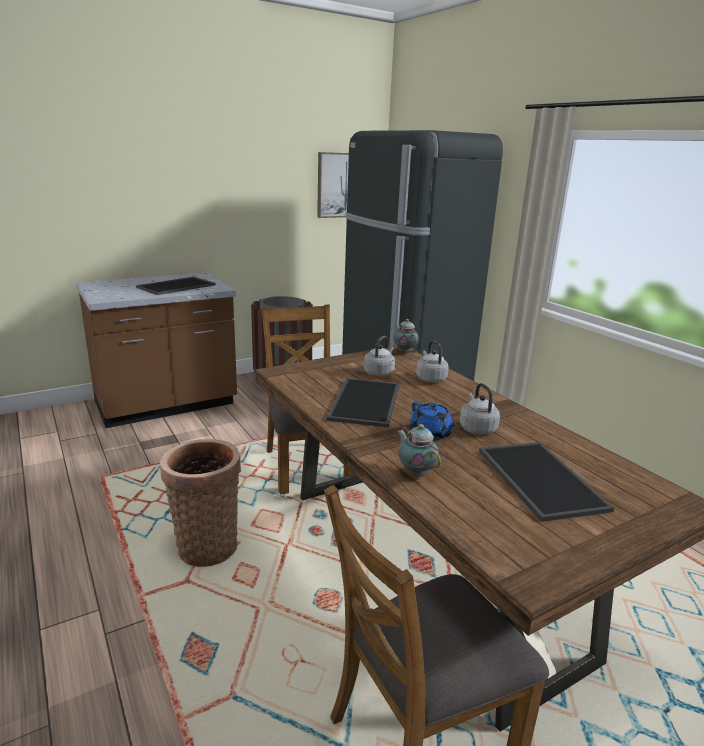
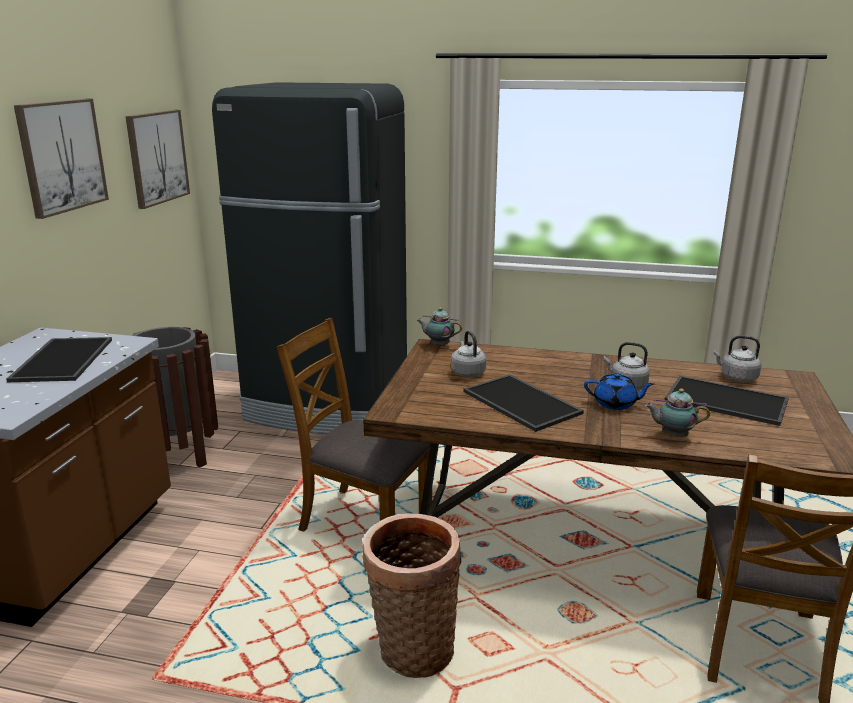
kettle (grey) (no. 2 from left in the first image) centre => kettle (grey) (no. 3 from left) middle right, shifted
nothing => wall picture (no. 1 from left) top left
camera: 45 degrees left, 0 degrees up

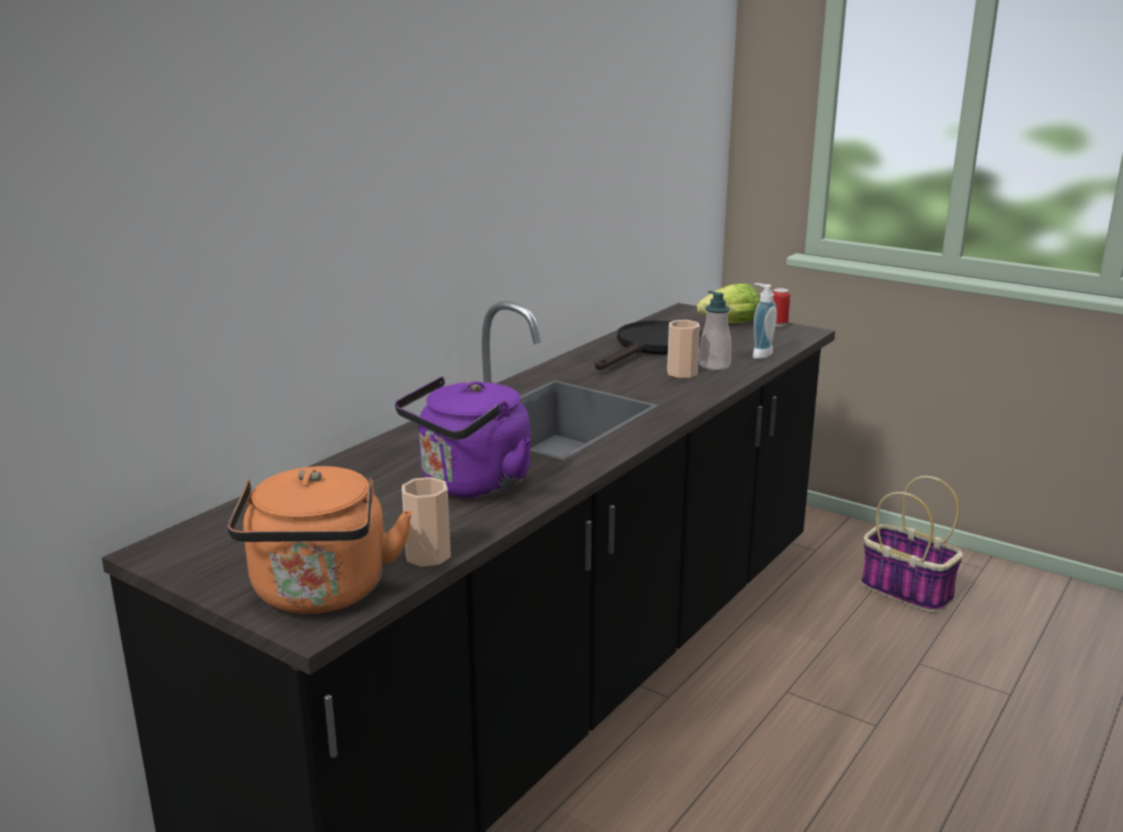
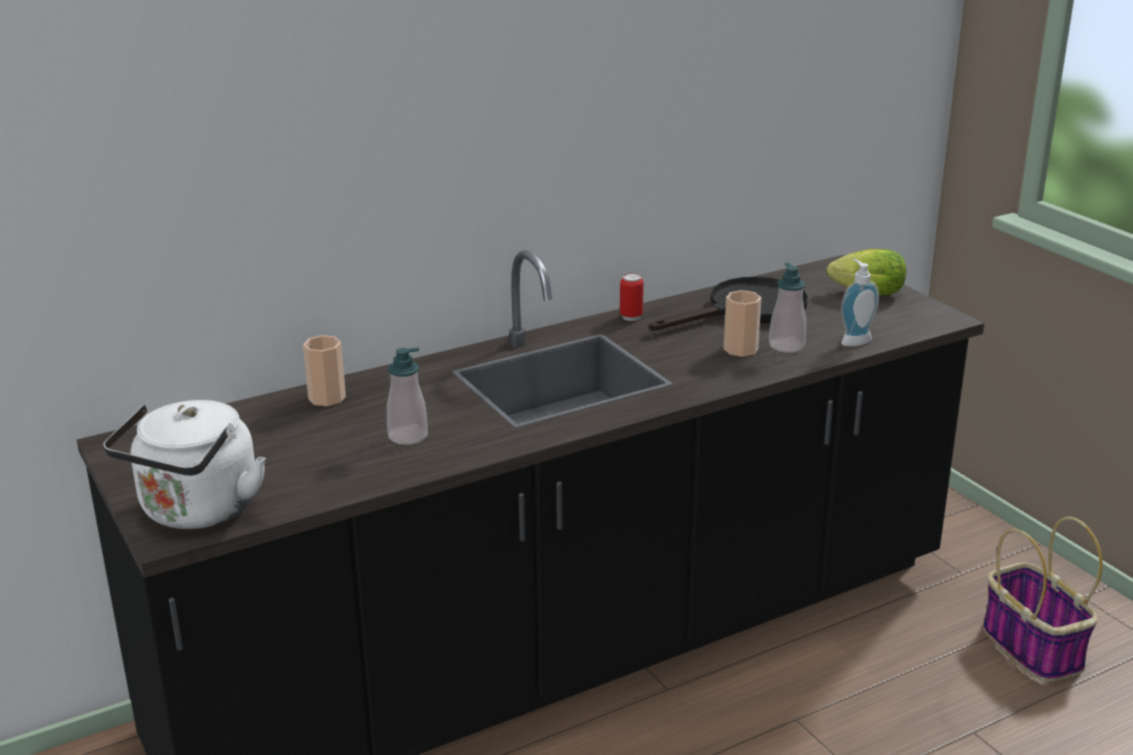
kettle (orange) middle left => kettle (whitish) middle left
kettle (purple) centre => soap bottle (no. 1 from left) centre
cup (no. 1 from left) centre => cup (no. 1 from left) middle left, shifted
sealed can middle right => sealed can centre, shifted
camera: 25 degrees right, 5 degrees up

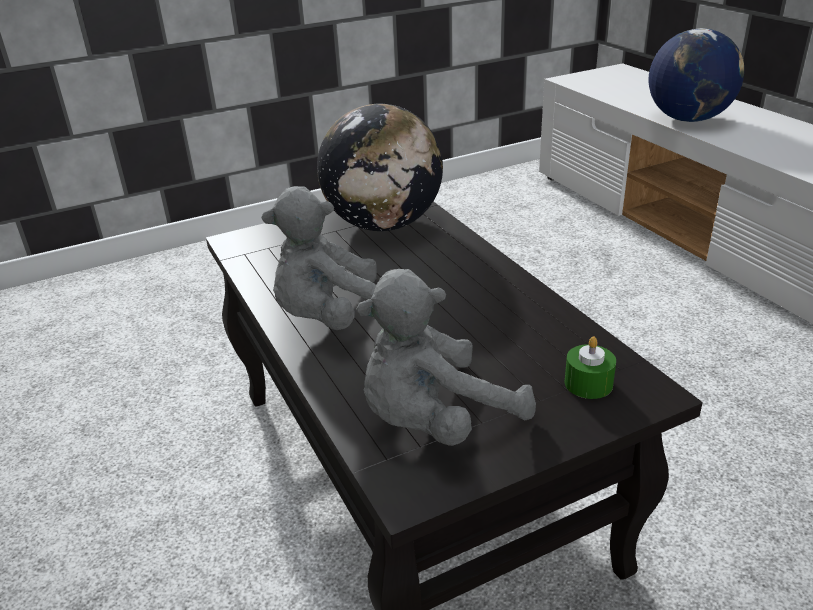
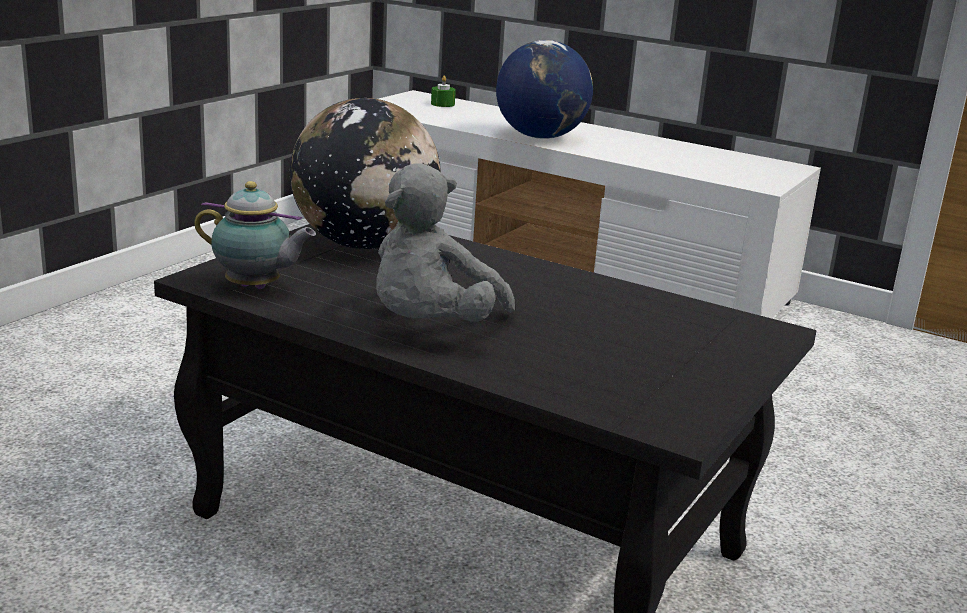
cuddly toy (grey) (no. 2 from left) centre => nothing
wax candle (greenish) middle right => wax candle (greenish) top centre, shifted
nothing => pot for tea middle left
camera: 35 degrees left, 10 degrees down

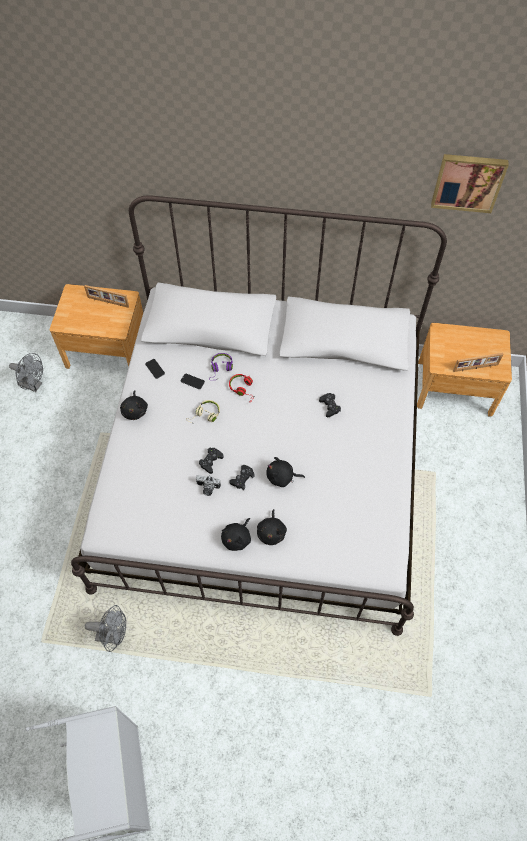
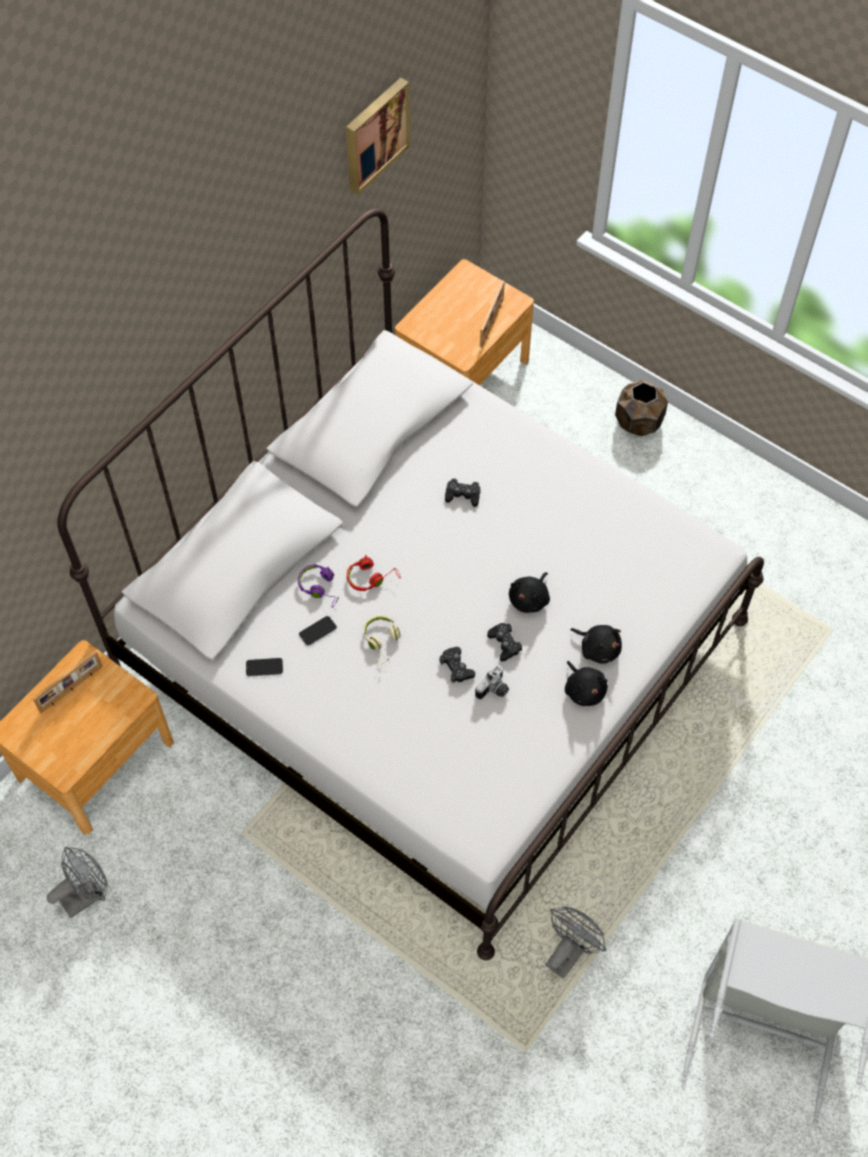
cuddly toy (black-coloured) (no. 1 from left) middle left => nothing
nothing => flower pot (brownish) middle right
camera: 60 degrees left, 0 degrees up

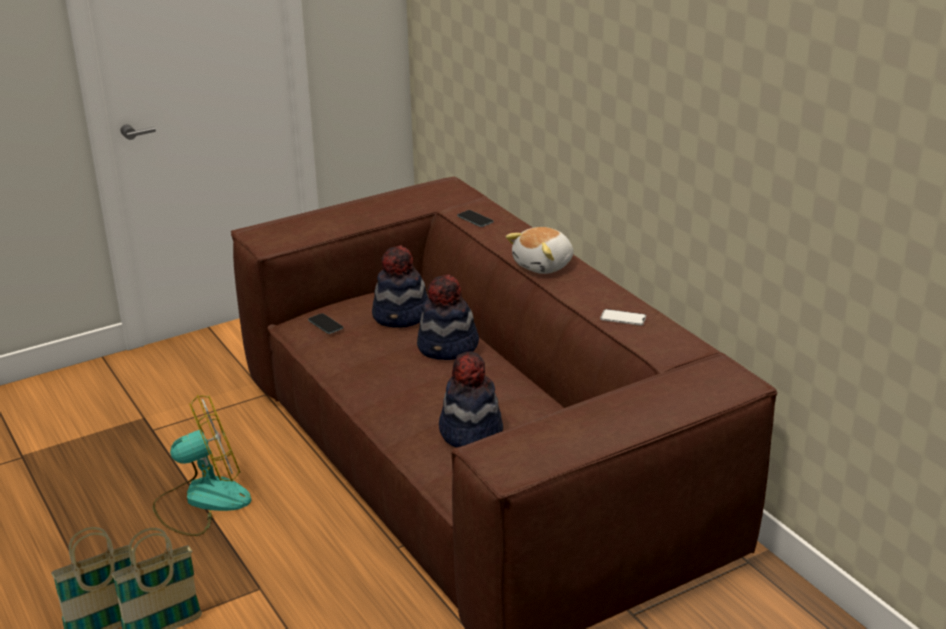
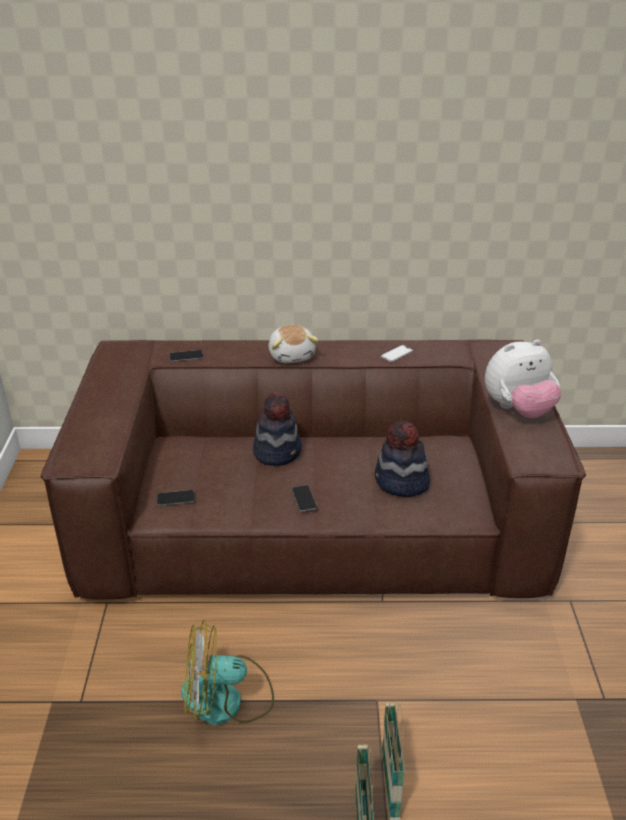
fan bottom left => fan bottom centre, 105 degrees counterclockwise
wearable hat (no. 1 from left) centre => nothing
nothing => telephone (no. 3 from left) centre
nothing => cuddly toy (no. 2 from left) middle right
camera: 60 degrees left, 5 degrees up

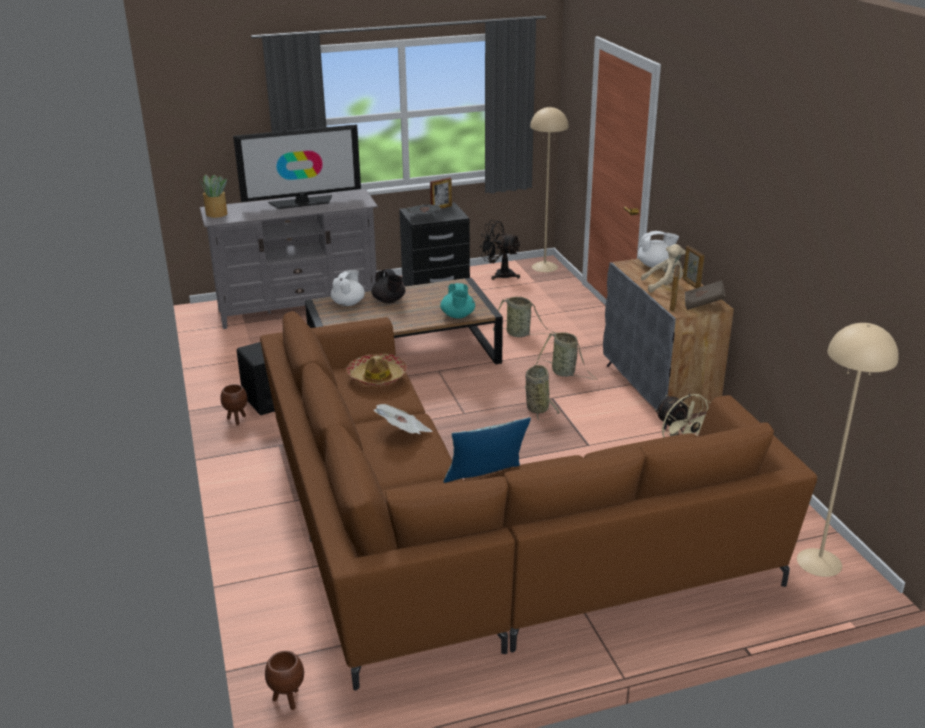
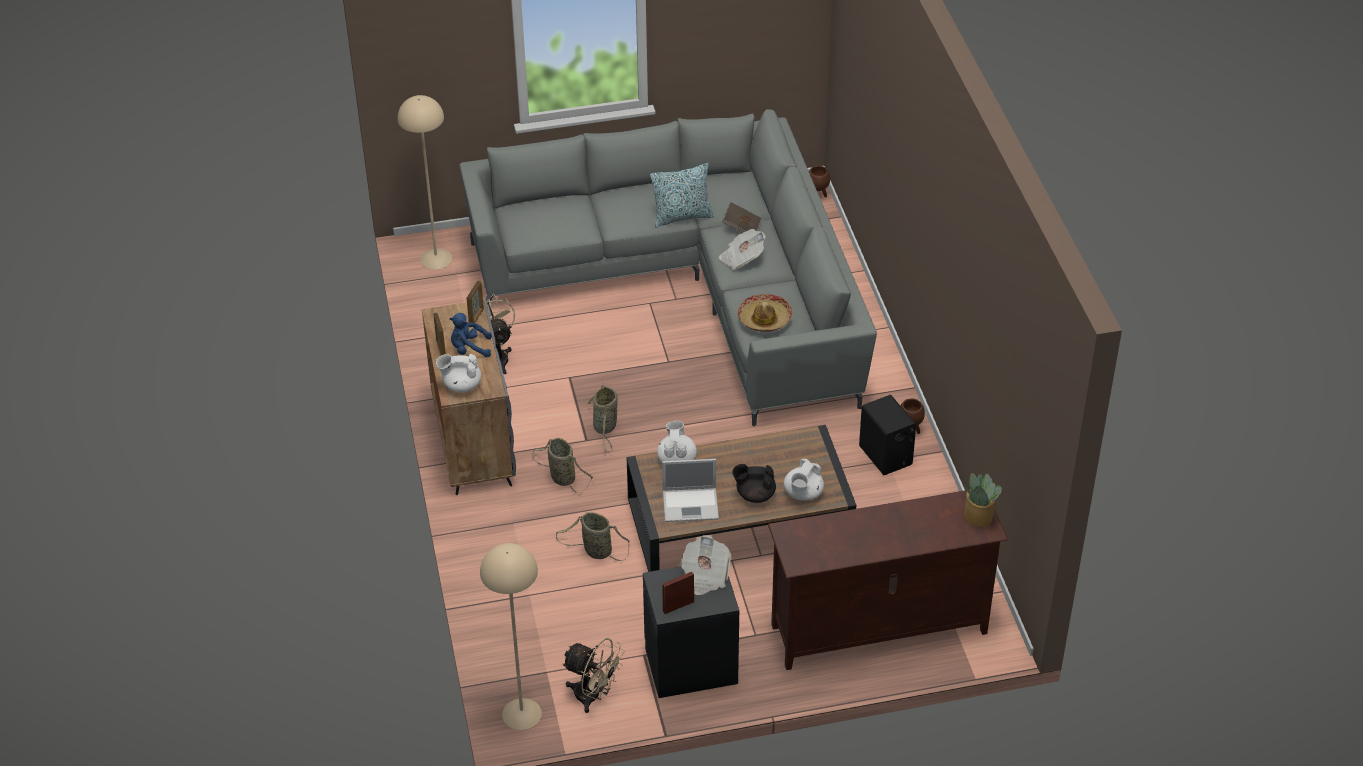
tv stand (grey) middle left => tv stand (brownish) bottom centre
TV set top left => nothing
settee (brownish) bottom centre => settee (grey) centre
pot for tea (black-coloured) centre, 60 degrees counterclockwise
pot for tea (turquoise) centre => pot for tea (whitish) (no. 2 from left) centre
fan (black-coloured) centre => fan (beige) (no. 2 from left) bottom centre
cuddly toy (beige) middle right => cuddly toy (blue-coloured) centre
volume (brownish) middle right => volume (brownish) top centre, shifted
nothing => portable computer centre
camera: 175 degrees left, 15 degrees up

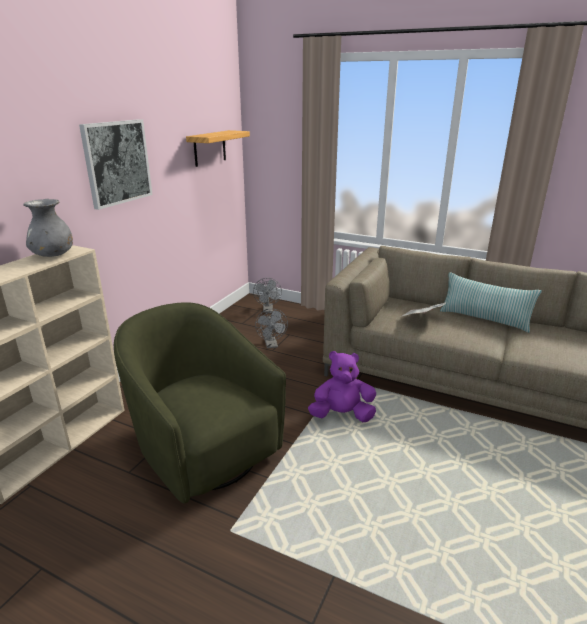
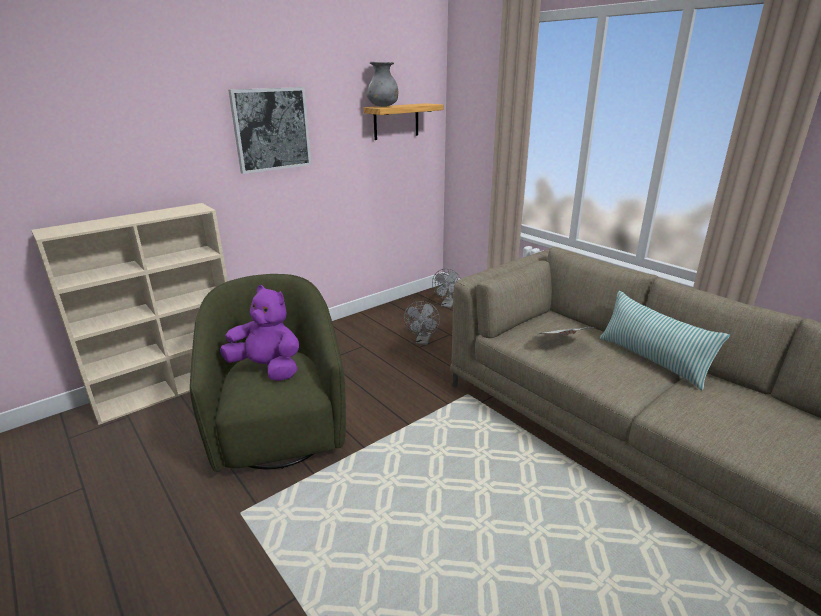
flower vase (grey) middle left => flower vase (grey) top centre, shifted
cuddly toy (purple) centre => cuddly toy (purple) middle left, shifted
camera: 25 degrees right, 0 degrees up

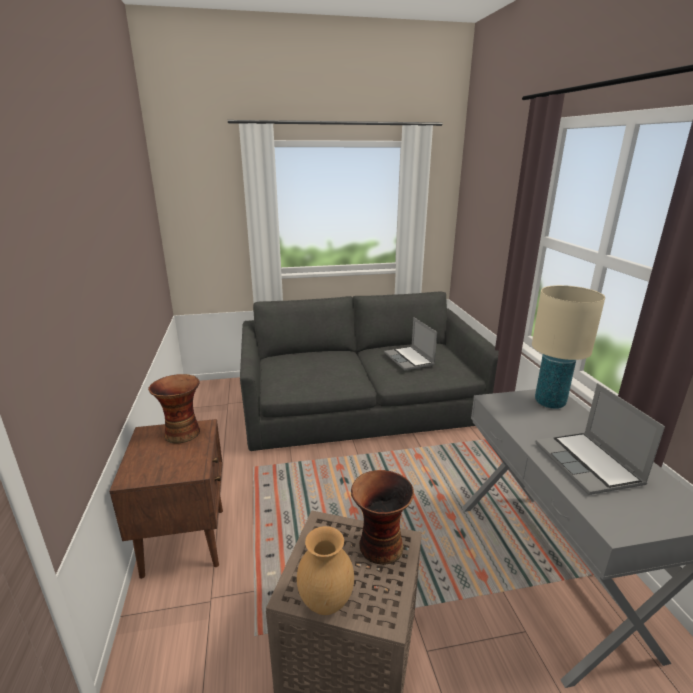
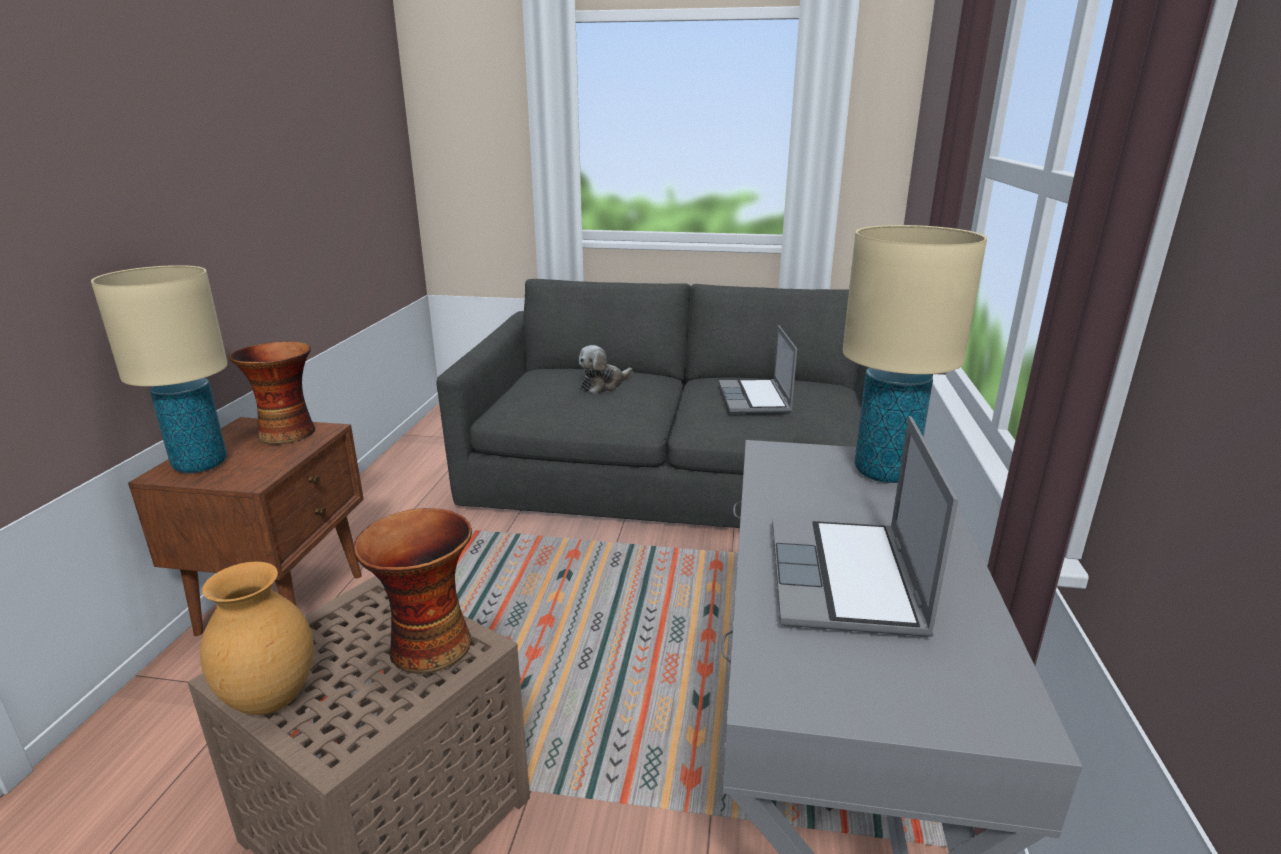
nothing => table lamp (beige) (no. 1 from left) middle left
nothing => cuddly toy centre
camera: 20 degrees right, 0 degrees up

